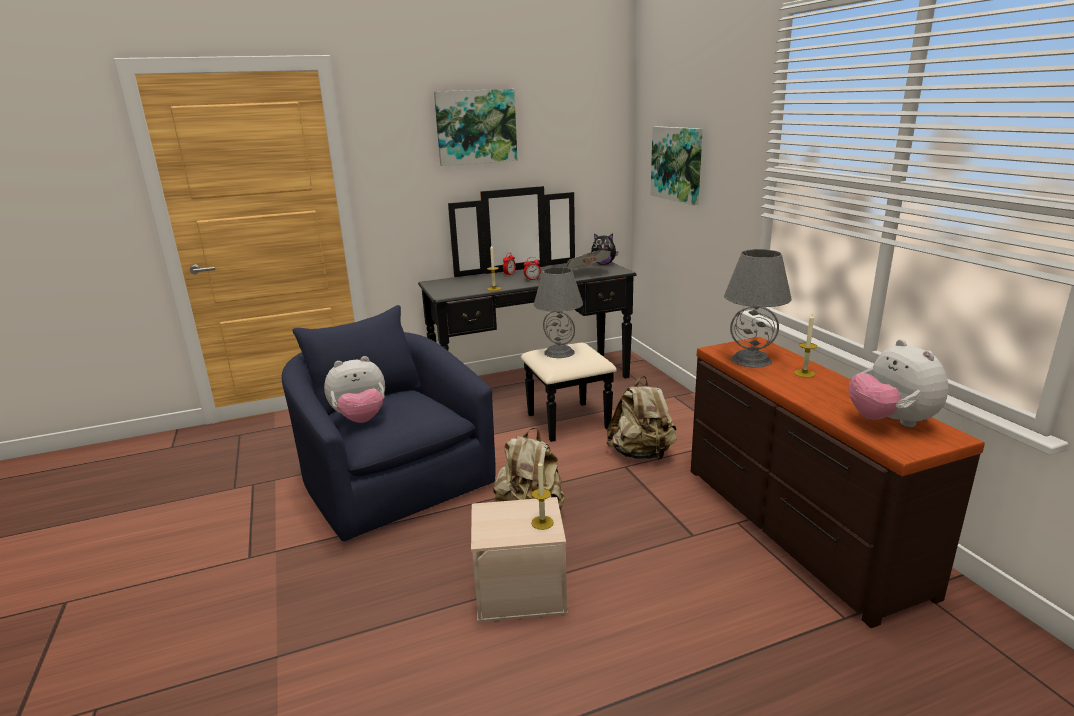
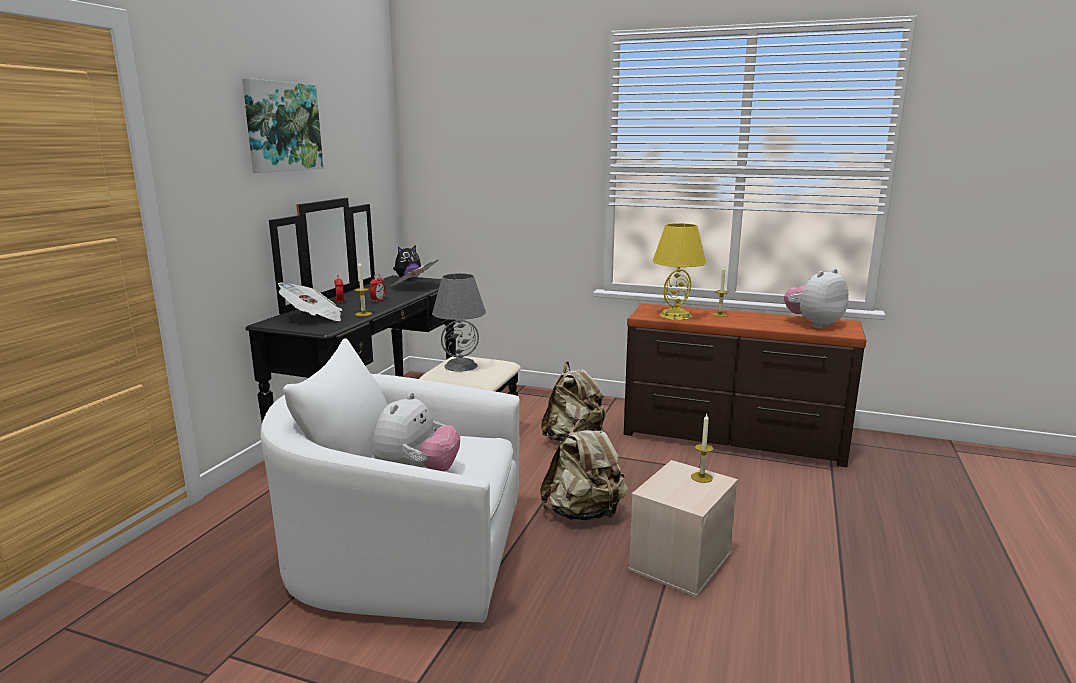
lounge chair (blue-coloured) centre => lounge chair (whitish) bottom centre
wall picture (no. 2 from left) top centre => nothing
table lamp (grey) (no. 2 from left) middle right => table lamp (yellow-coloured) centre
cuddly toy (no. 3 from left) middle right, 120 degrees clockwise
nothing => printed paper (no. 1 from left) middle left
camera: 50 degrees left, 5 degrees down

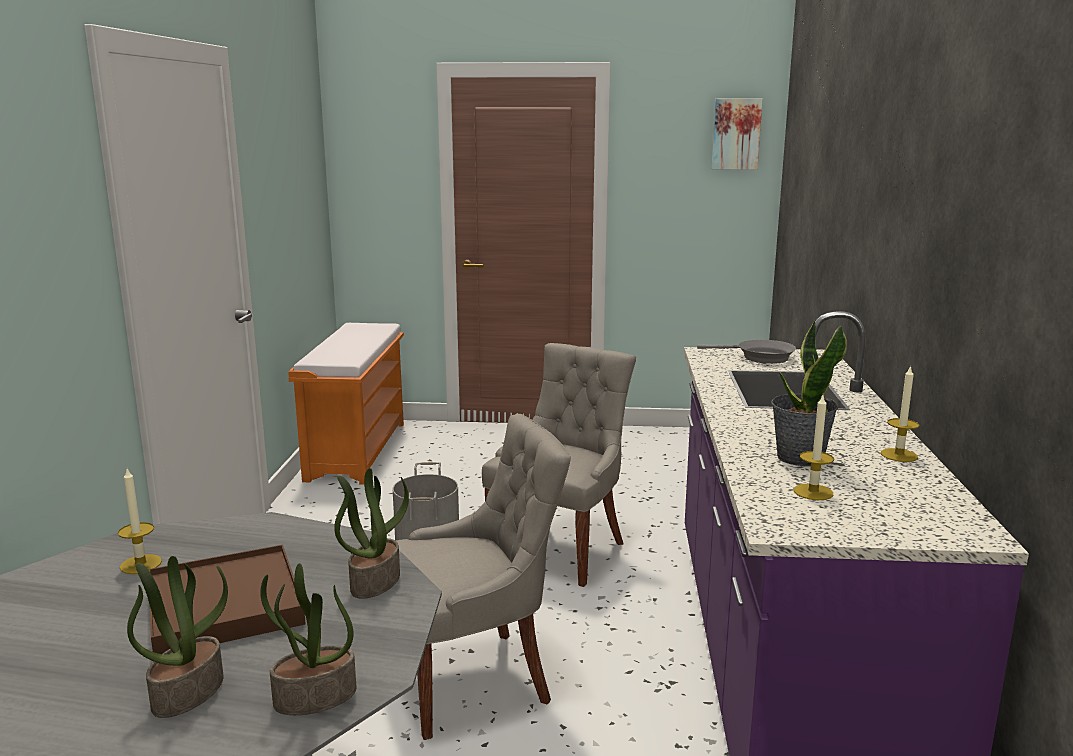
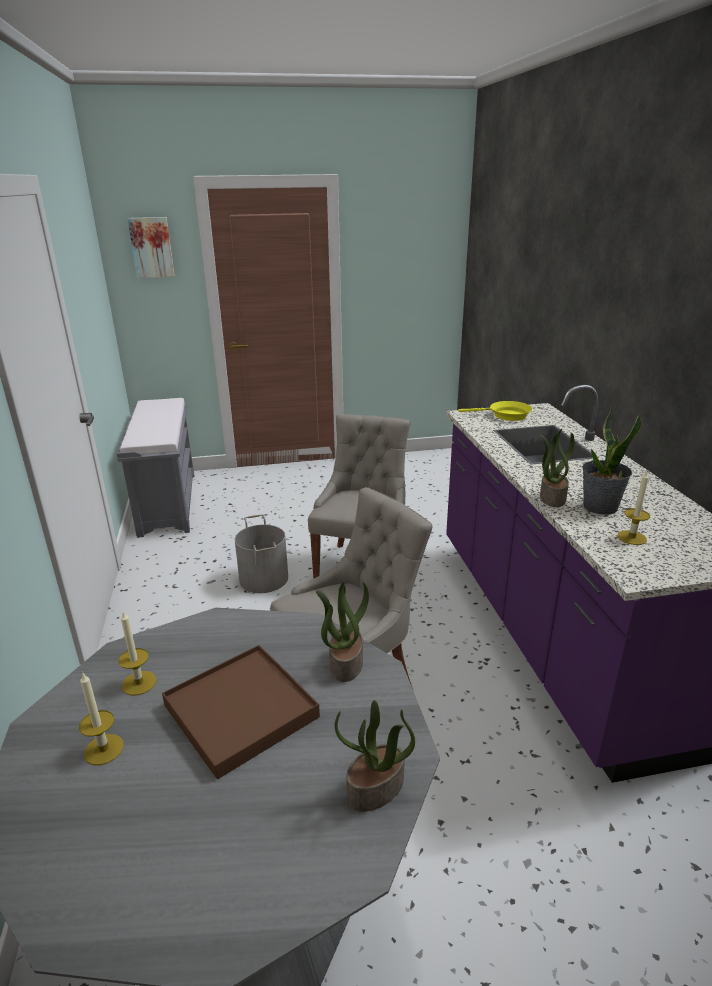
potted plant (no. 1 from left in the first image) bottom left => potted plant (no. 3 from left) middle right, shifted
bench (orange) middle left => bench (grey) middle left
pan (grey) middle right => pan (yellow-coloured) middle right
wall picture top right => wall picture top left, shifted
wax candle (no. 3 from left in the first image) middle right => wax candle (no. 1 from left) bottom left, shifted
camera: 15 degrees left, 10 degrees up

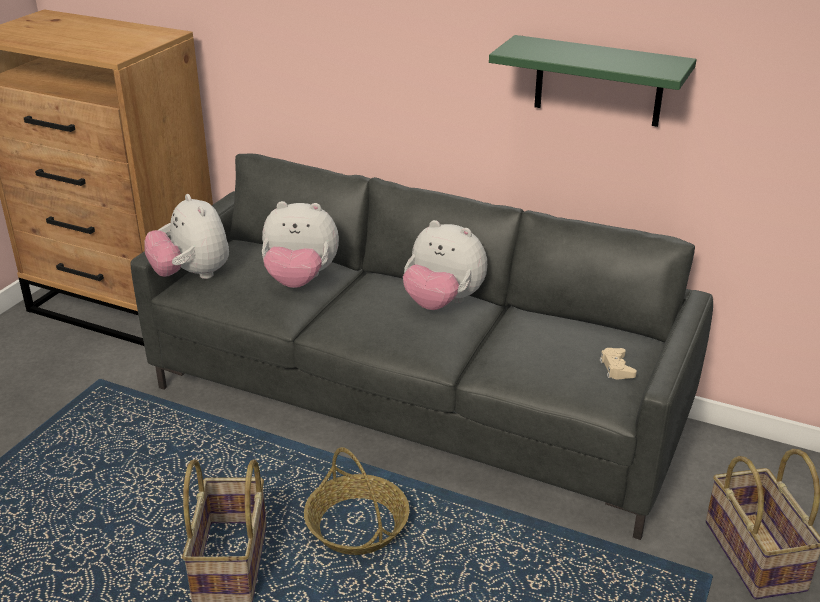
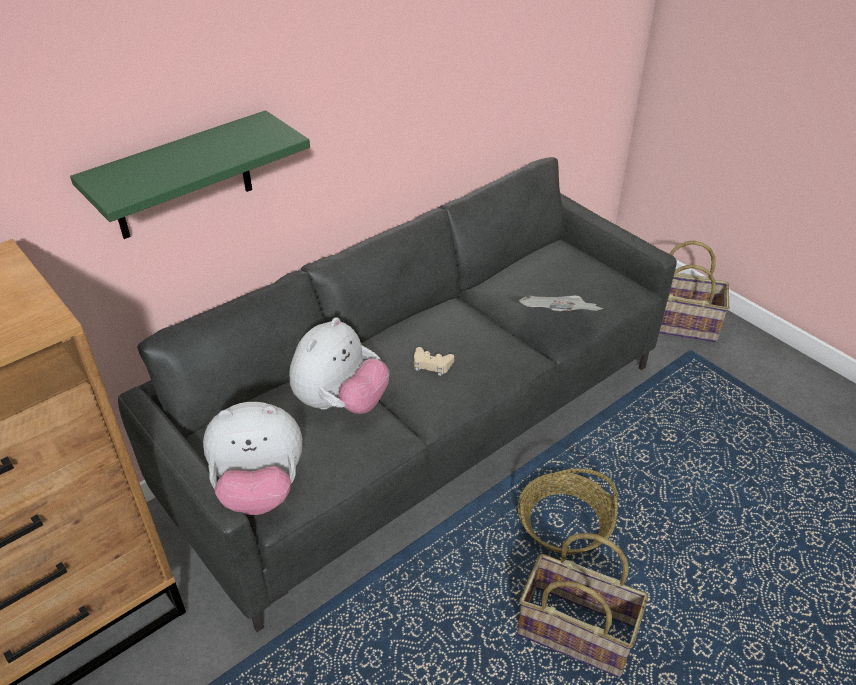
cuddly toy (no. 3 from left) centre => nothing
bracket shelf (greenish) top right => bracket shelf (greenish) top left, shifted
gamepad (beige) middle right => gamepad (beige) centre, shifted
nothing => printed paper centre
camera: 65 degrees left, 10 degrees up

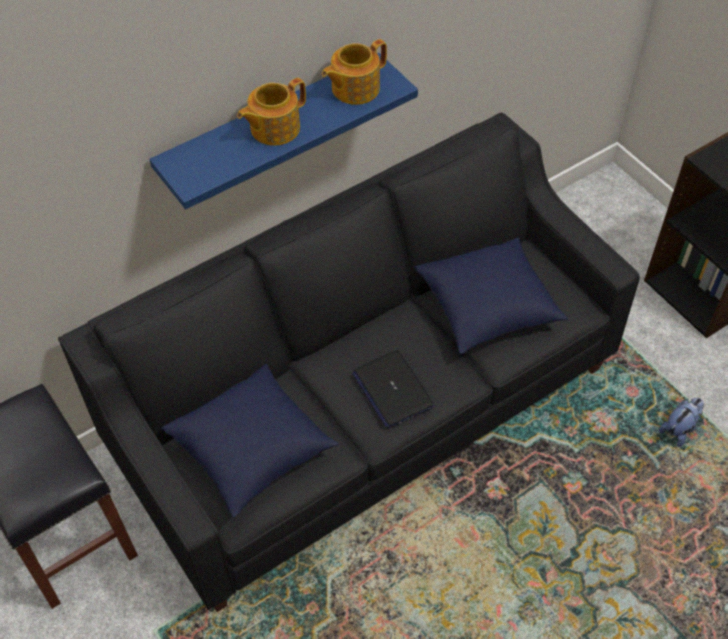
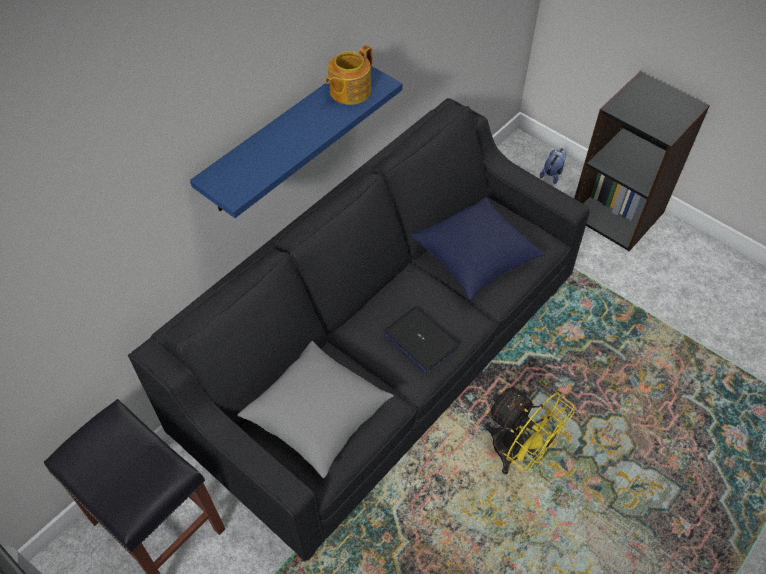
pillow (blue-coloured) (no. 1 from left) bottom centre => pillow (grey) bottom centre
pot for tea (no. 1 from left) top centre => nothing
cuddly toy middle right => cuddly toy top right, shifted
nothing => fan (yellow-coloured) bottom right
camera: 15 degrees left, 0 degrees up

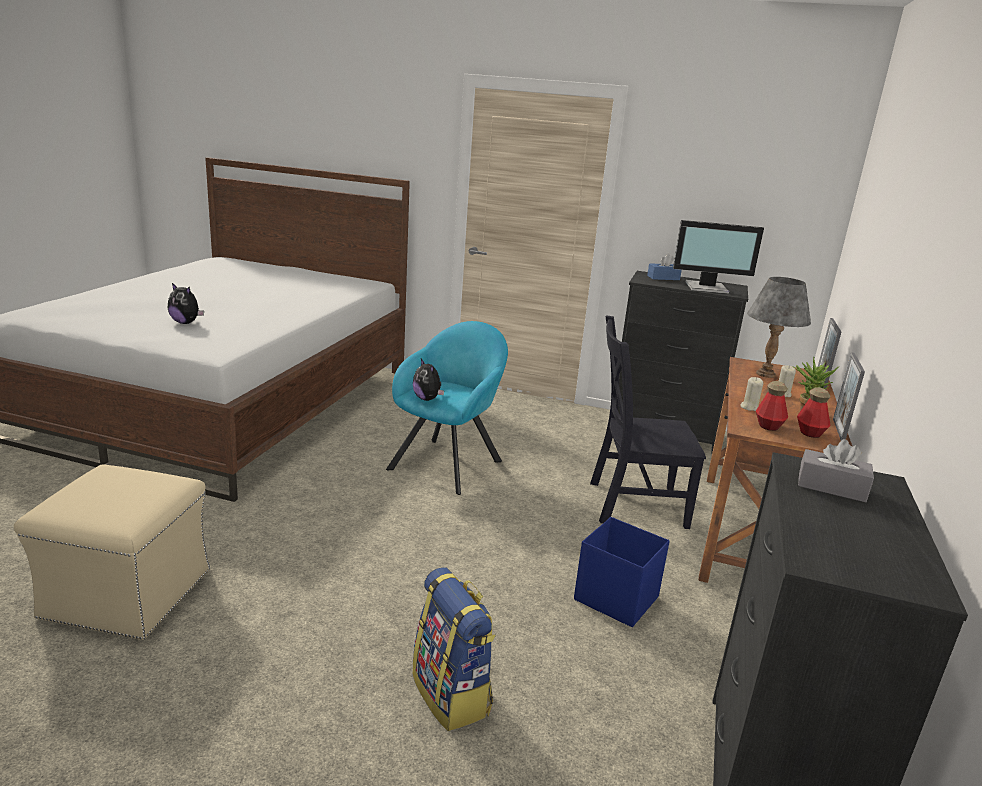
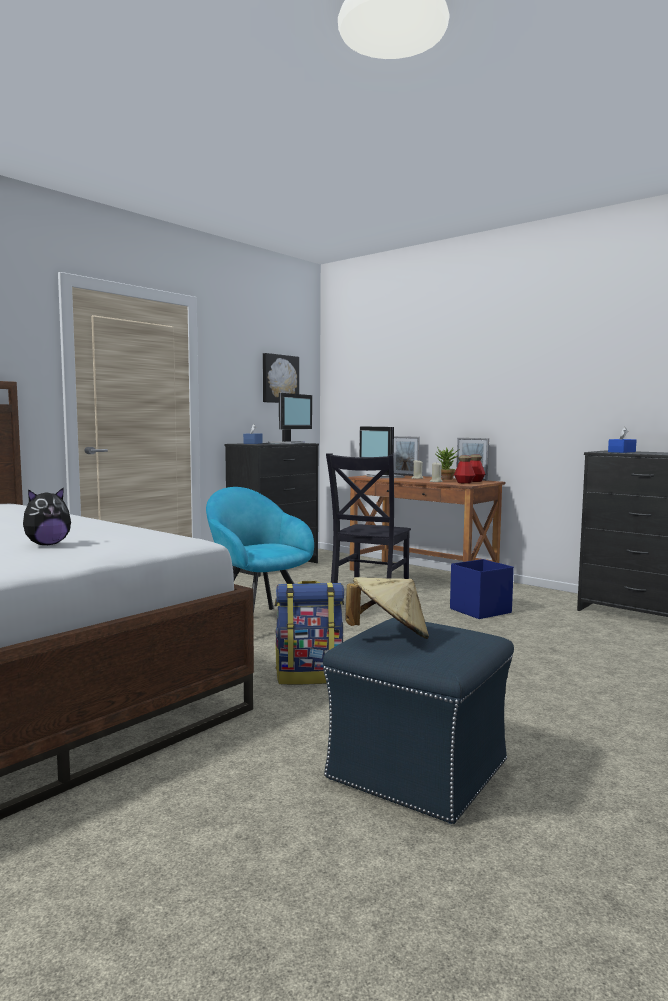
ottoman (beige) bottom left => ottoman (blue-coloured) bottom centre
cuddly toy (no. 2 from left) centre => nothing
knapsack bottom centre => knapsack centre, shifted
table lamp (grey) middle right => computer display (no. 2 from left) centre
box of tissues (grey) middle right => box of tissues (blue-coloured) (no. 2 from left) middle right
nothing => wall picture centre
nothing => wearable hat (beige) centre
camera: 65 degrees left, 15 degrees down

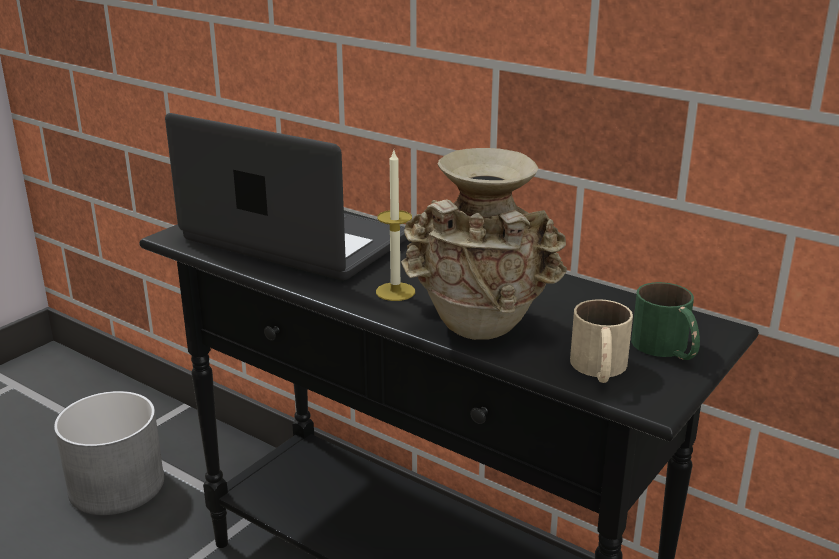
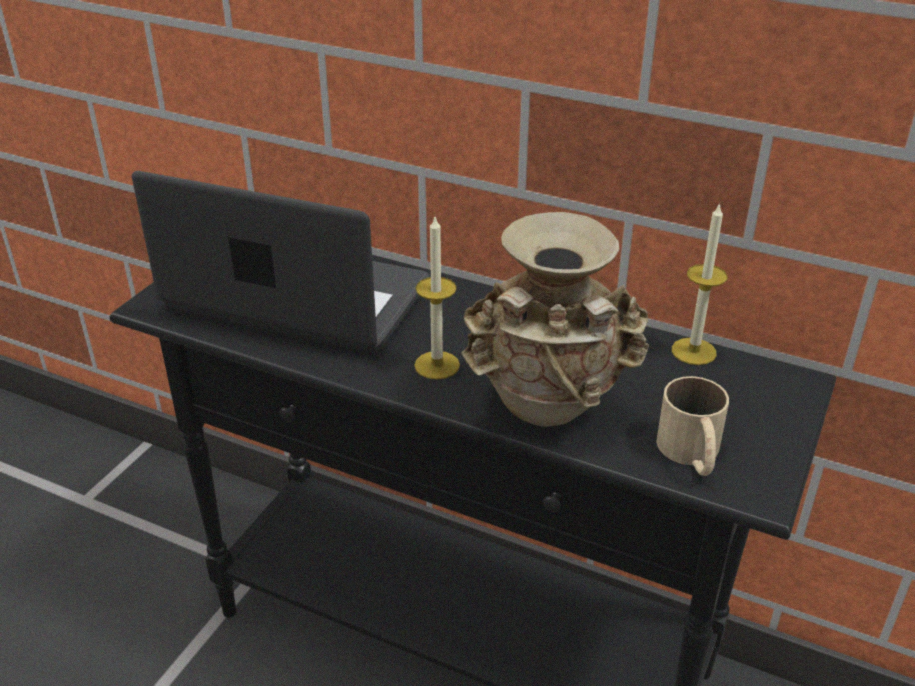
flower pot (grey) bottom left => nothing
mug (greenish) middle right => nothing
nothing => wax candle (no. 2 from left) middle right
camera: 10 degrees left, 10 degrees up

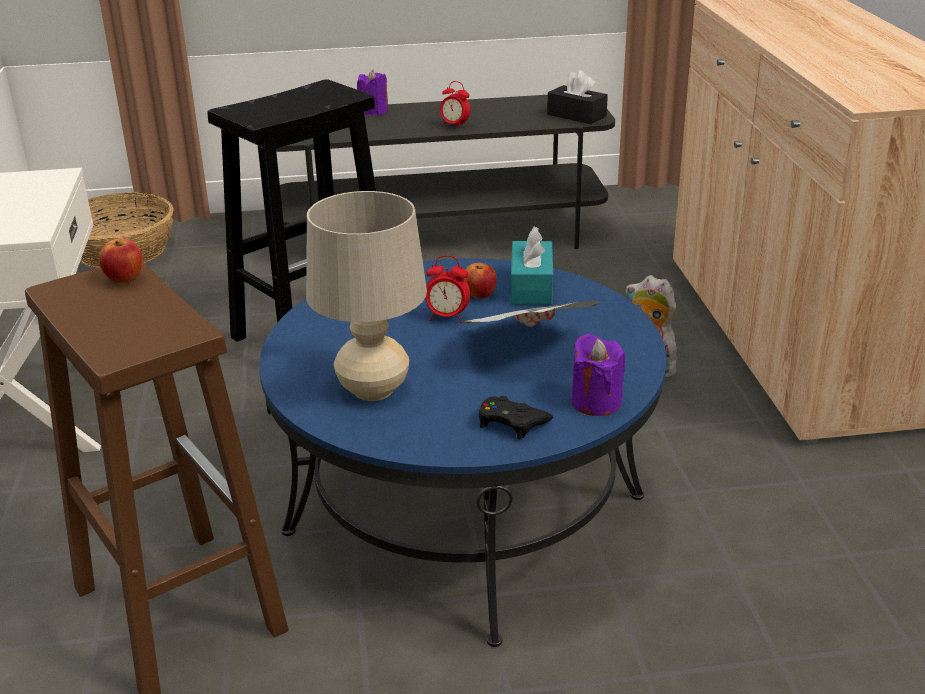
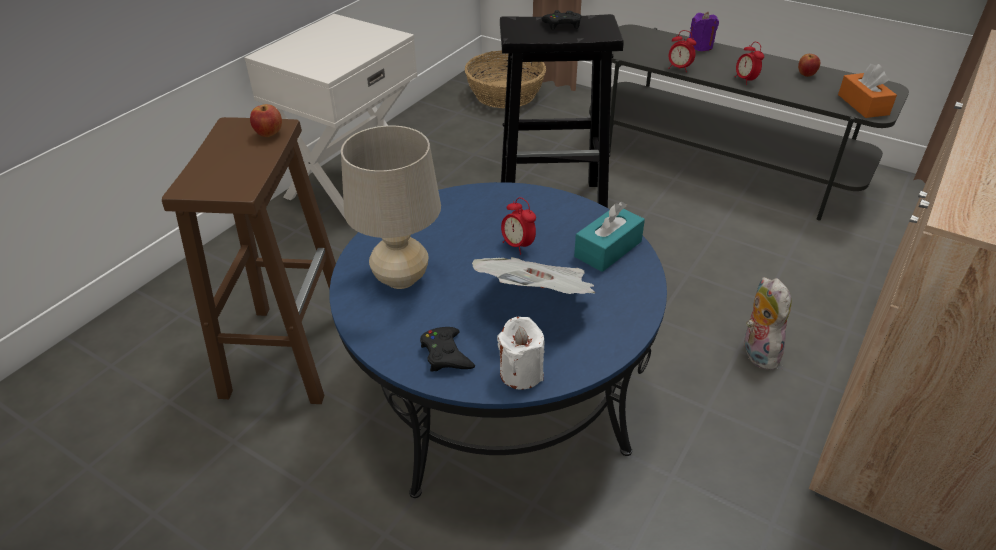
whole apple (no. 2 from left) centre => whole apple (no. 2 from left) top right, shifted
box of tissues (black-coloured) top centre => box of tissues (orange) top right
wax candle (purple) (no. 2 from left) centre => wax candle (whitish) centre
nothing => gamepad (black-coloured) (no. 2 from left) top centre
nothing => table clock (no. 2 from left) top right
camera: 40 degrees right, 10 degrees up

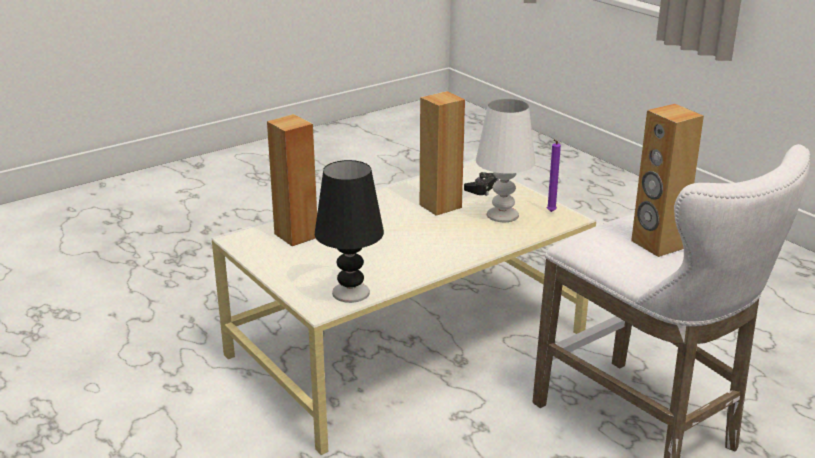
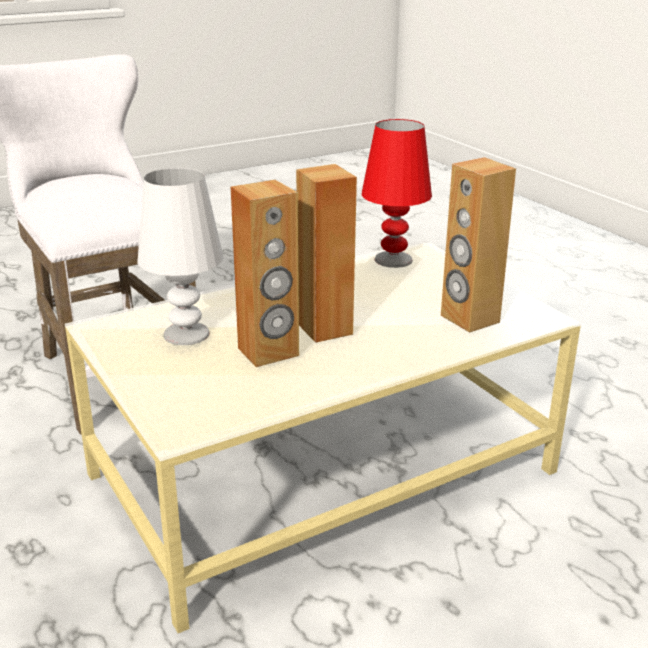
table lamp (black-coloured) centre => table lamp (red-coloured) top centre
gamepad (black-coloured) centre => nothing
wax candle (purple) middle right => nothing
loudspeaker (brownish) (no. 3 from left in the first image) middle right => loudspeaker (brownish) (no. 2 from left) centre, shifted
camera: 175 degrees left, 0 degrees up

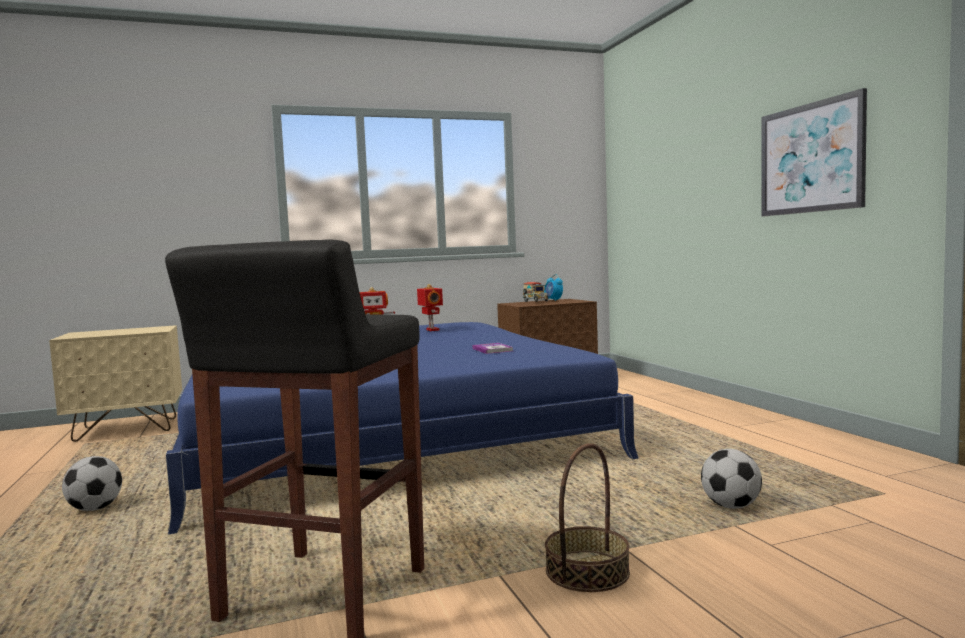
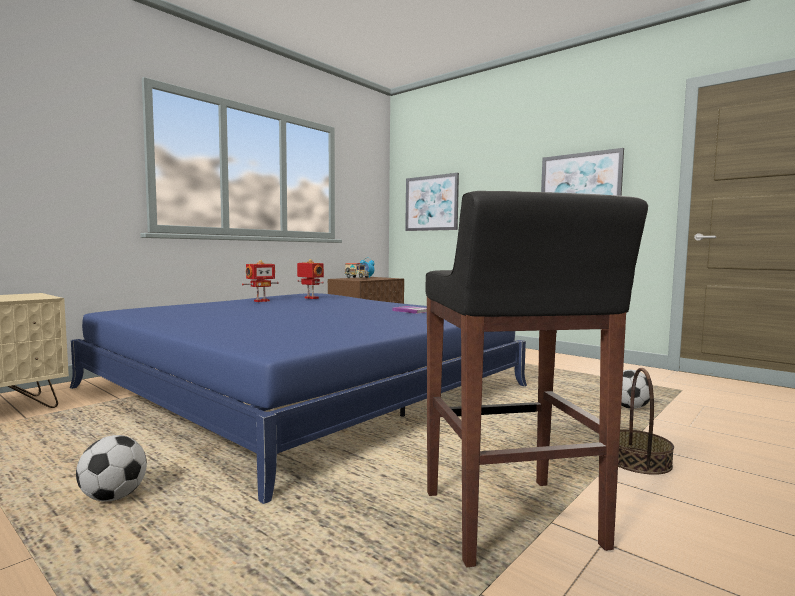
nothing => wall picture (no. 1 from left) centre
camera: 30 degrees left, 0 degrees up

